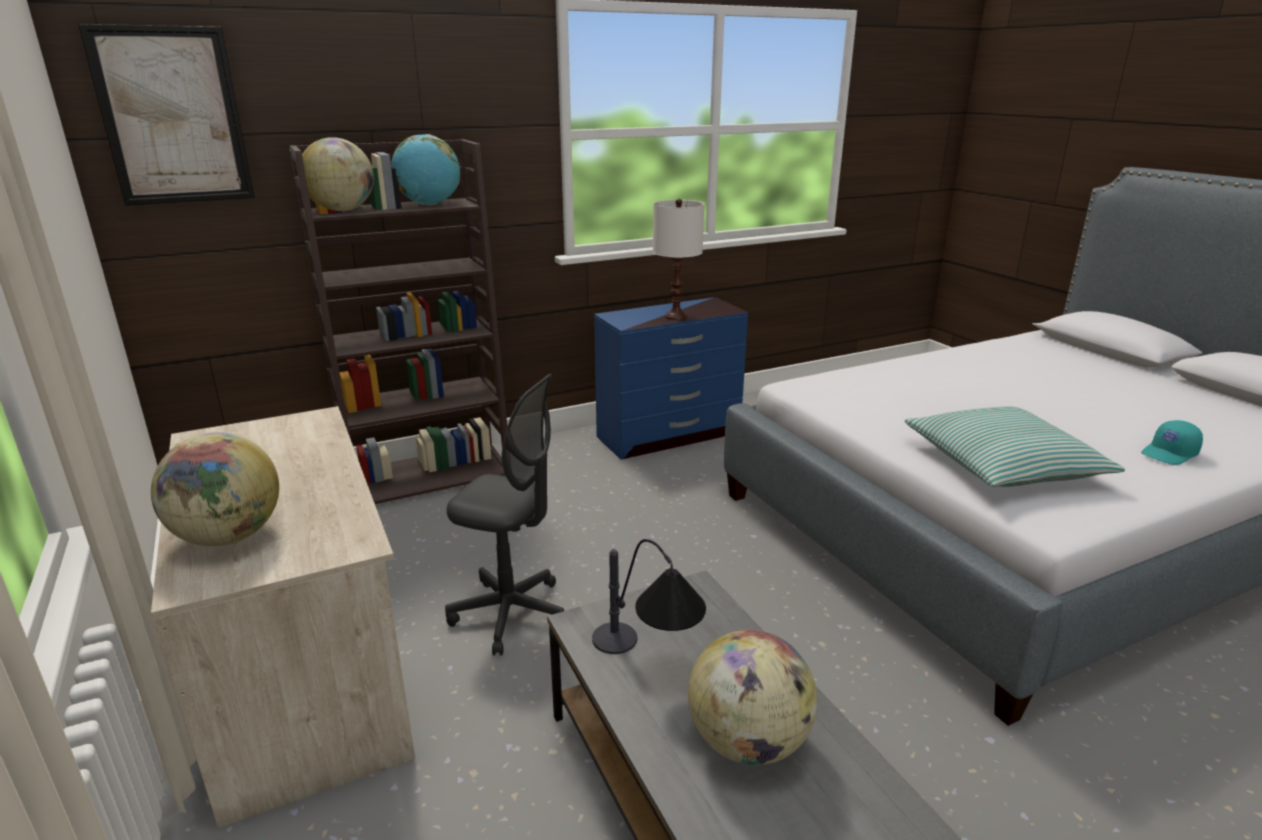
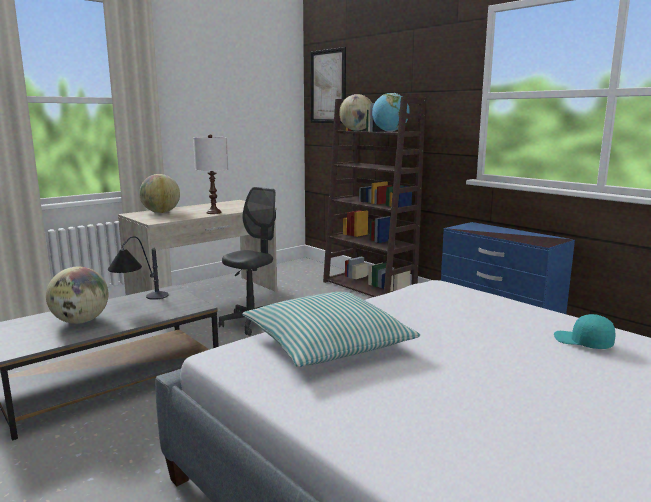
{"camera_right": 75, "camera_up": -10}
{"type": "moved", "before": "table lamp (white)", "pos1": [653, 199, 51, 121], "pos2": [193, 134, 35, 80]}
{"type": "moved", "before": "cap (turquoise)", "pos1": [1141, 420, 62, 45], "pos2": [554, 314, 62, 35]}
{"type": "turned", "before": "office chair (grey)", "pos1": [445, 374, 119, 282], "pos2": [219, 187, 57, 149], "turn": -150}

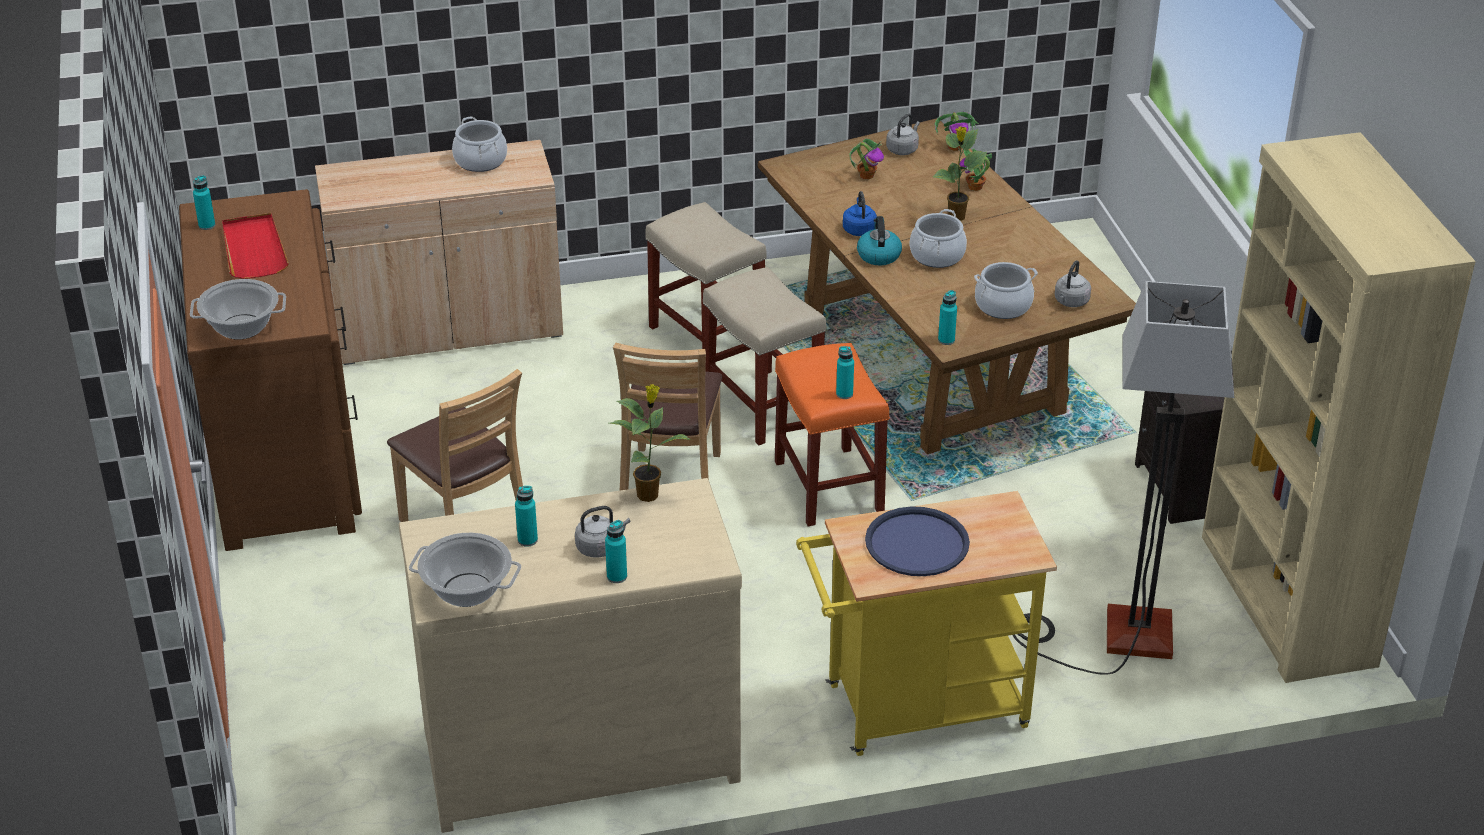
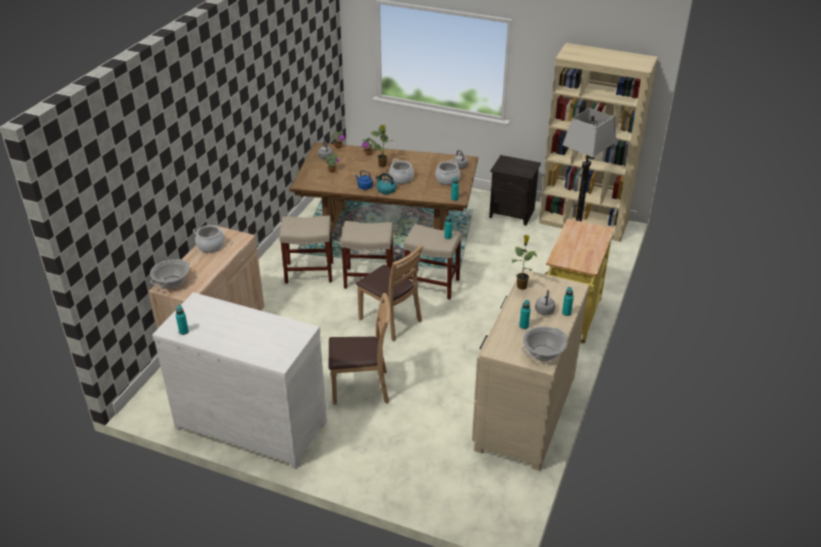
{"camera_right": -55, "camera_up": 0}
{"type": "removed", "before": "tray (red)", "pos1": [222, 213, 67, 66]}
{"type": "removed", "before": "tray (blue)", "pos1": [865, 506, 105, 70]}
{"type": "moved", "before": "cooking pot", "pos1": [190, 279, 96, 61], "pos2": [150, 259, 40, 30]}
{"type": "recoloured", "before": "dresser (brown)", "after": "dresser (white)", "pos1": [179, 189, 183, 362], "pos2": [152, 292, 175, 177]}
{"type": "recoloured", "before": "stool (orange)", "after": "stool (beige)", "pos1": [775, 343, 115, 183], "pos2": [404, 224, 58, 76]}

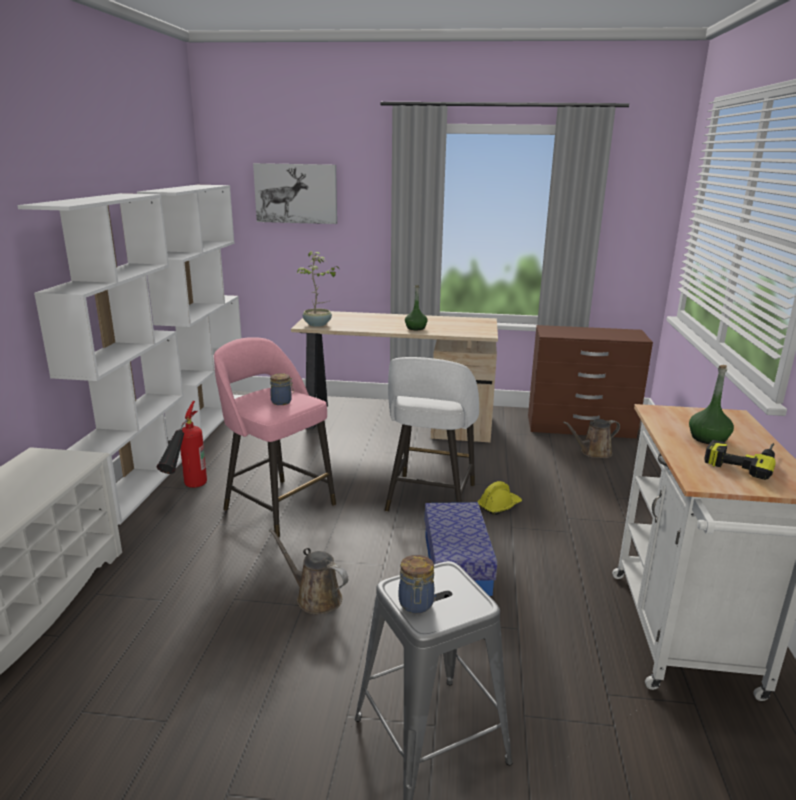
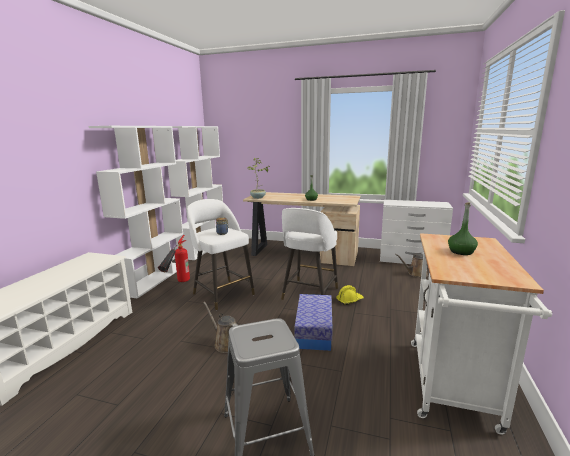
{"camera_right": 10, "camera_up": -5}
{"type": "removed", "before": "picture", "pos1": [253, 163, 84, 61]}
{"type": "removed", "before": "jar", "pos1": [399, 555, 35, 59]}
{"type": "removed", "before": "power drill", "pos1": [704, 440, 72, 40]}
{"type": "recoloured", "before": "stool (pink)", "after": "stool (white)", "pos1": [214, 337, 122, 200], "pos2": [187, 199, 68, 111]}
{"type": "recoloured", "before": "dresser (brown)", "after": "dresser (white)", "pos1": [528, 325, 125, 114], "pos2": [380, 200, 73, 64]}

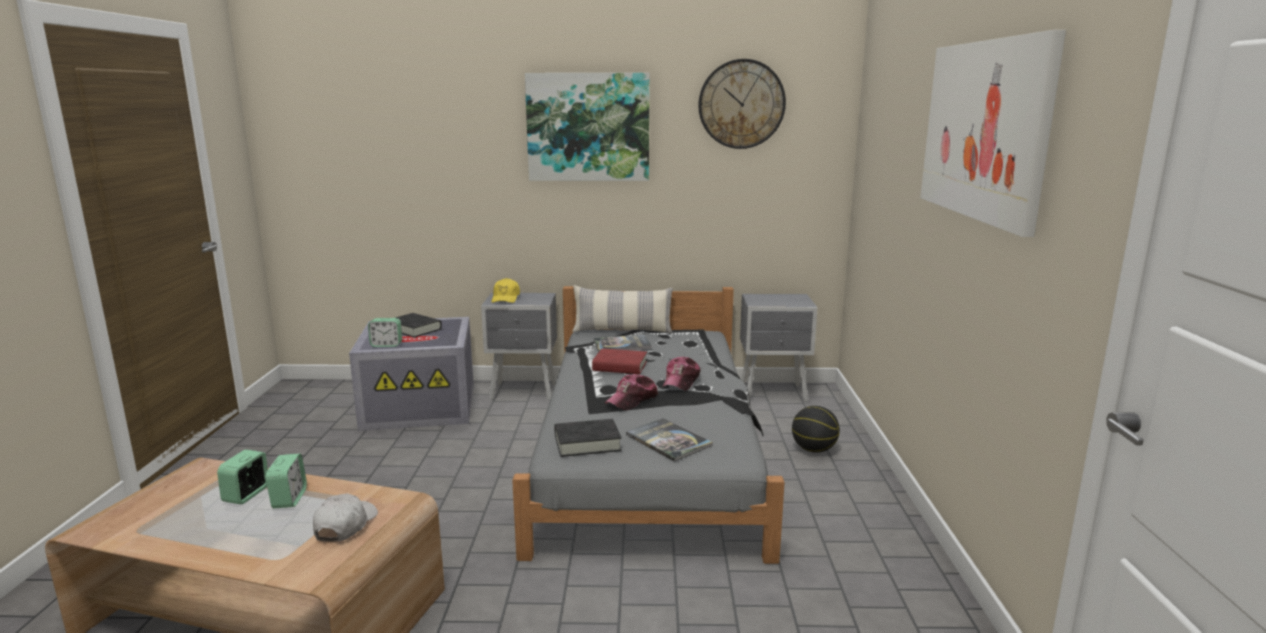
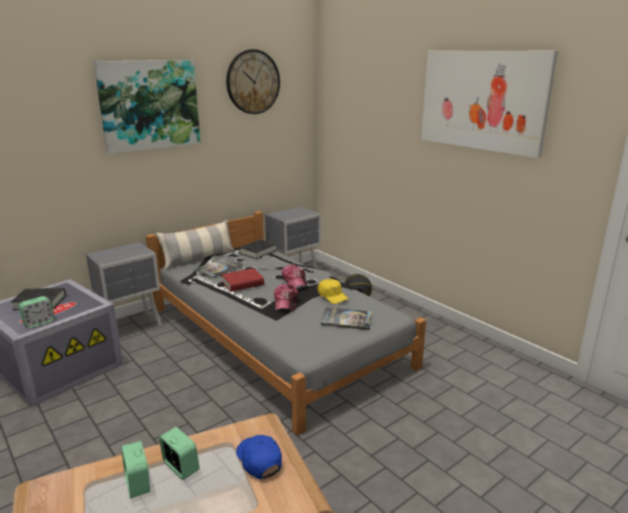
{"camera_right": -40, "camera_up": 5}
{"type": "moved", "before": "cap (yellow)", "pos1": [491, 278, 29, 25], "pos2": [318, 279, 31, 25]}
{"type": "moved", "before": "book (black)", "pos1": [554, 419, 68, 38], "pos2": [239, 239, 38, 20]}
{"type": "recoloured", "before": "cap (white)", "after": "cap (blue)", "pos1": [313, 494, 65, 48], "pos2": [236, 435, 46, 44]}

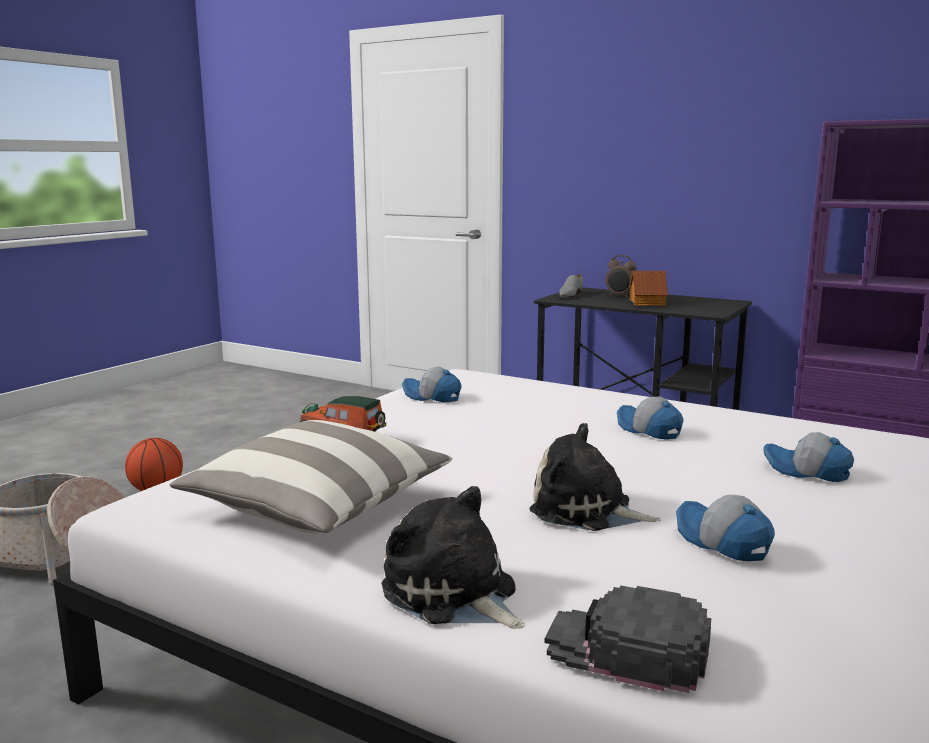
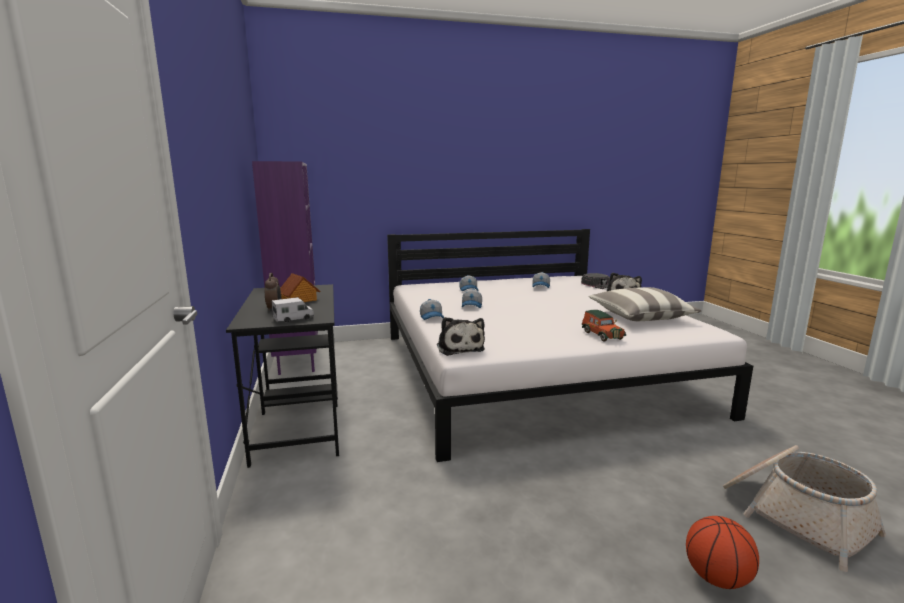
{"camera_right": -135, "camera_up": 0}
{"type": "moved", "before": "cap", "pos1": [402, 367, 60, 35], "pos2": [420, 299, 24, 21]}
{"type": "moved", "before": "plush toy", "pos1": [529, 423, 132, 108], "pos2": [437, 317, 48, 39]}
{"type": "replaced", "before": "shoe (grey)", "after": "toy truck", "pos1": [559, 275, 24, 23], "pos2": [272, 297, 42, 26]}

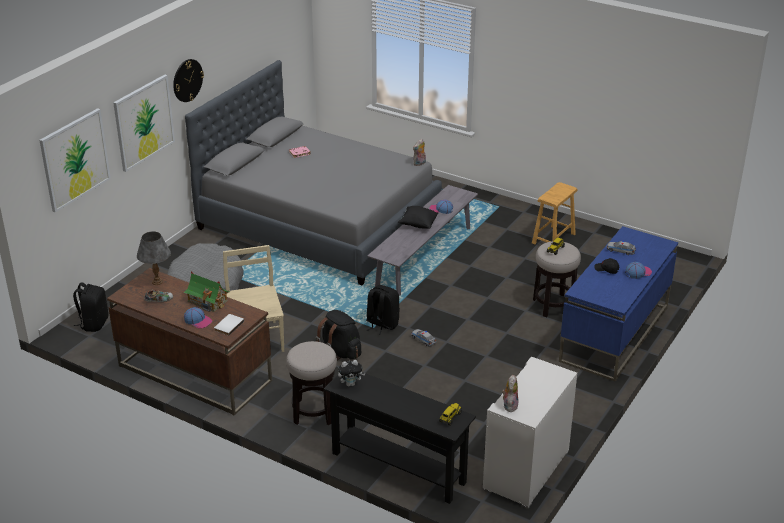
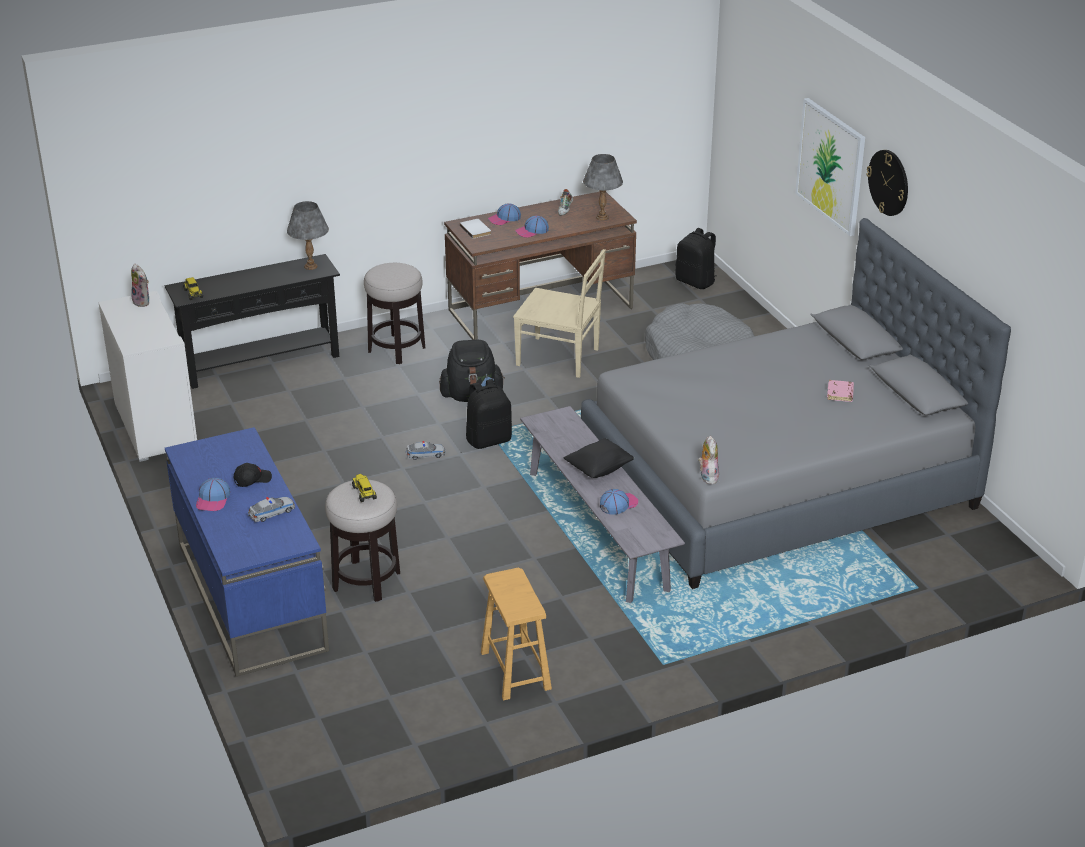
{"camera_right": 125, "camera_up": 0}
{"type": "removed", "before": "picture", "pos1": [39, 108, 72, 104]}
{"type": "replaced", "before": "toy house", "after": "cap", "pos1": [184, 271, 45, 41], "pos2": [515, 216, 34, 22]}
{"type": "replaced", "before": "plush toy", "after": "table lamp (grey)", "pos1": [338, 360, 27, 27], "pos2": [287, 201, 42, 69]}

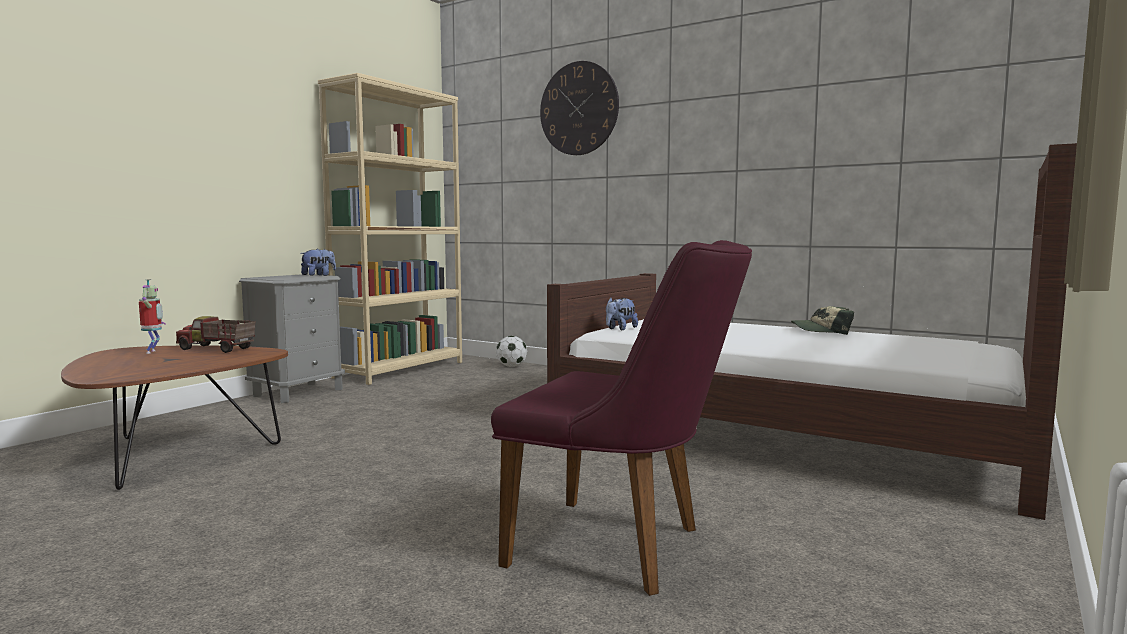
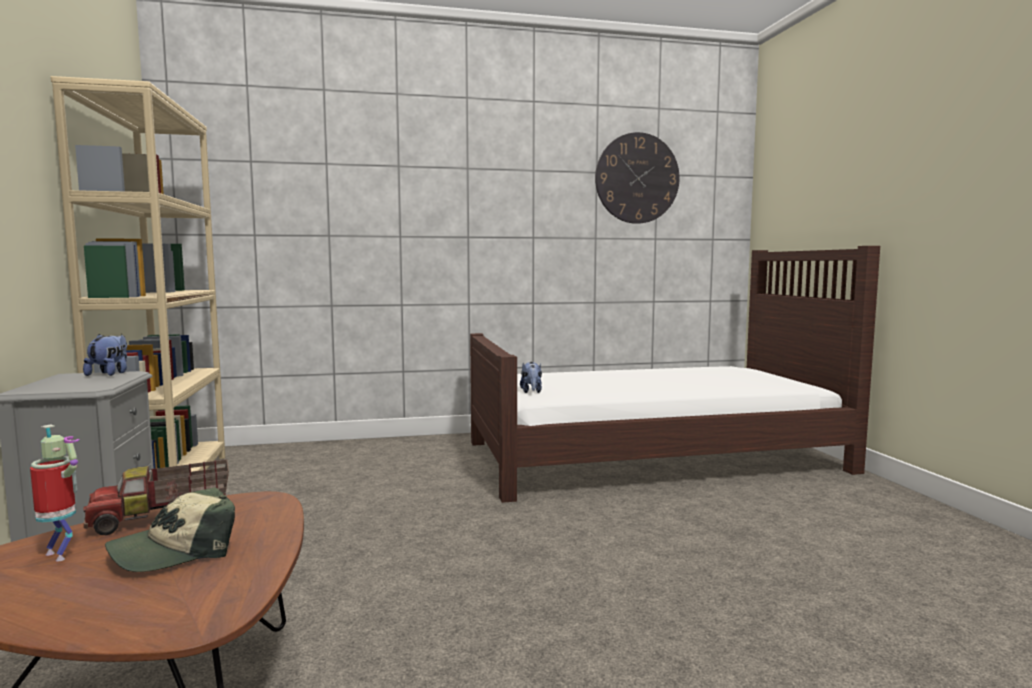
{"camera_right": -45, "camera_up": 0}
{"type": "removed", "before": "chair (purple)", "pos1": [491, 240, 261, 356]}
{"type": "removed", "before": "football", "pos1": [496, 336, 31, 31]}
{"type": "moved", "before": "wall clock", "pos1": [540, 61, 79, 94], "pos2": [595, 132, 84, 92]}
{"type": "moved", "before": "cap", "pos1": [791, 306, 63, 29], "pos2": [105, 487, 130, 85]}

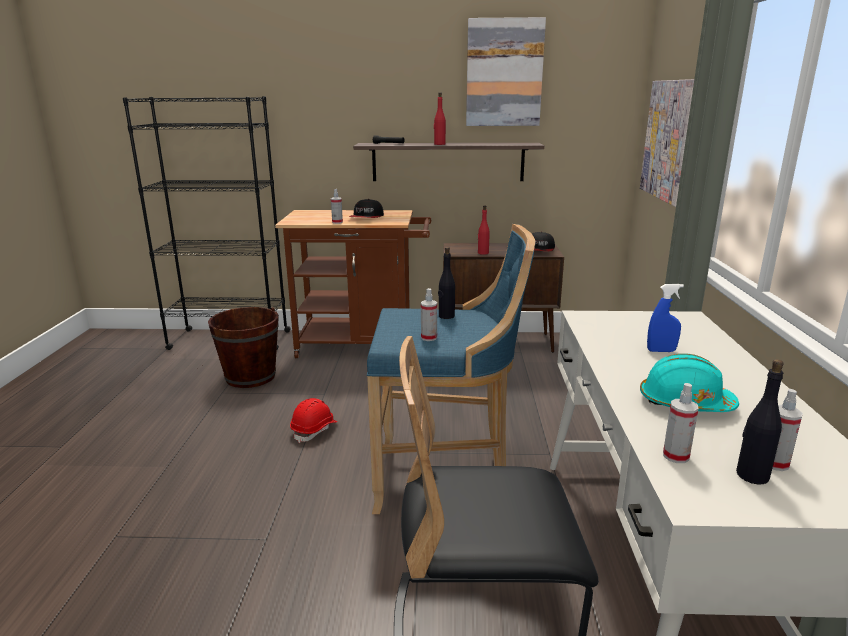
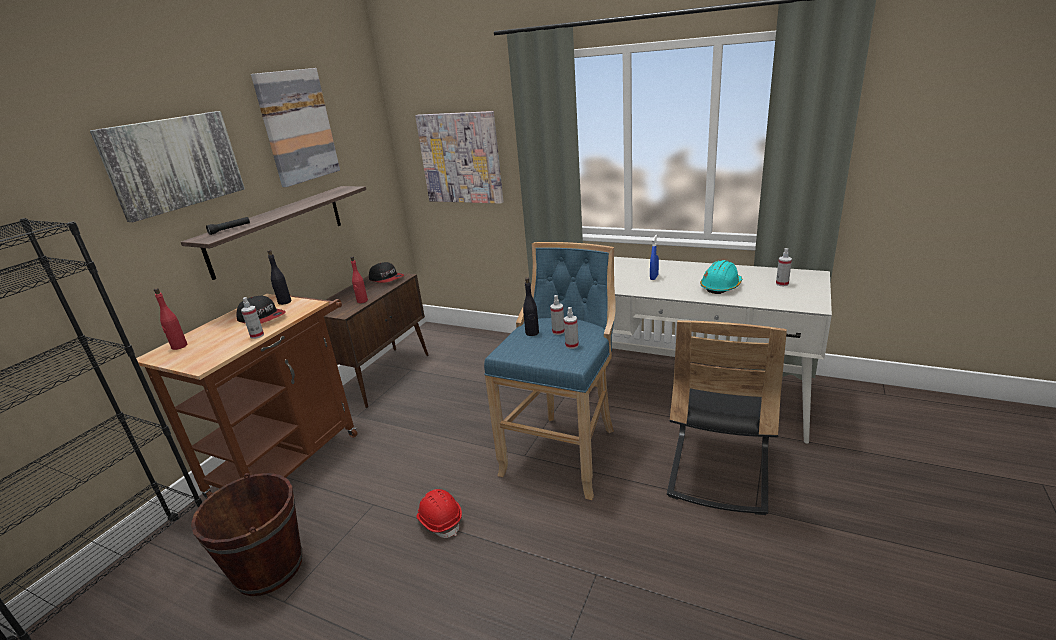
{"camera_right": -65, "camera_up": 5}
{"type": "added", "after": "picture", "pos2": [90, 111, 155, 111]}
{"type": "moved", "before": "bottle (red)", "pos1": [434, 92, 12, 53], "pos2": [154, 288, 34, 62]}
{"type": "moved", "before": "spray bottle", "pos1": [663, 383, 36, 80], "pos2": [550, 295, 15, 40]}
{"type": "moved", "before": "bottle (black)", "pos1": [736, 359, 48, 125], "pos2": [267, 250, 24, 55]}

